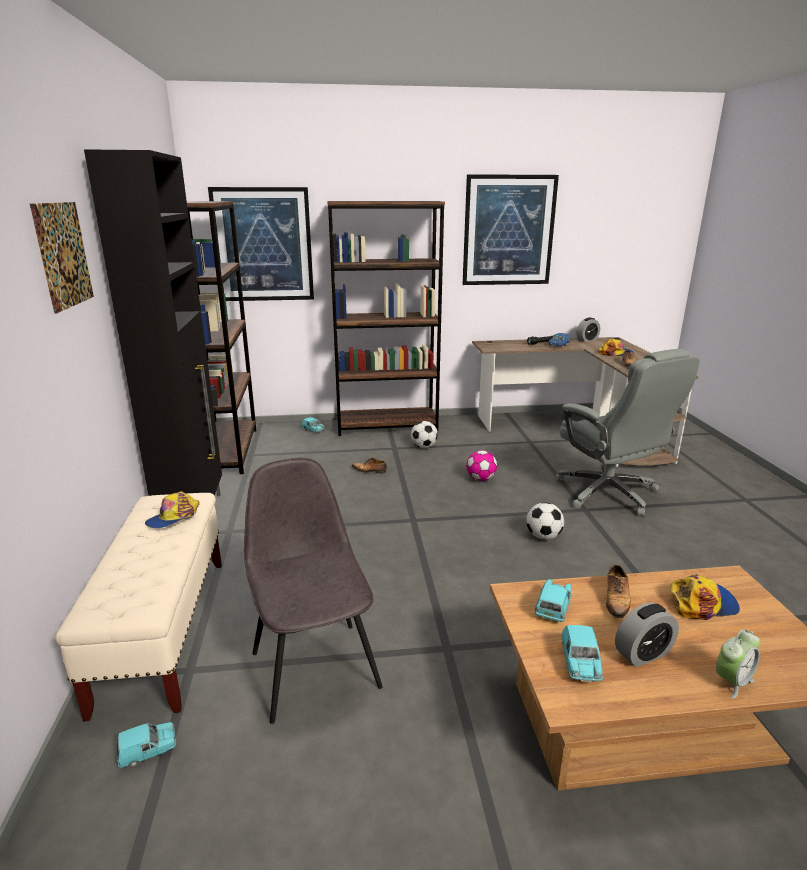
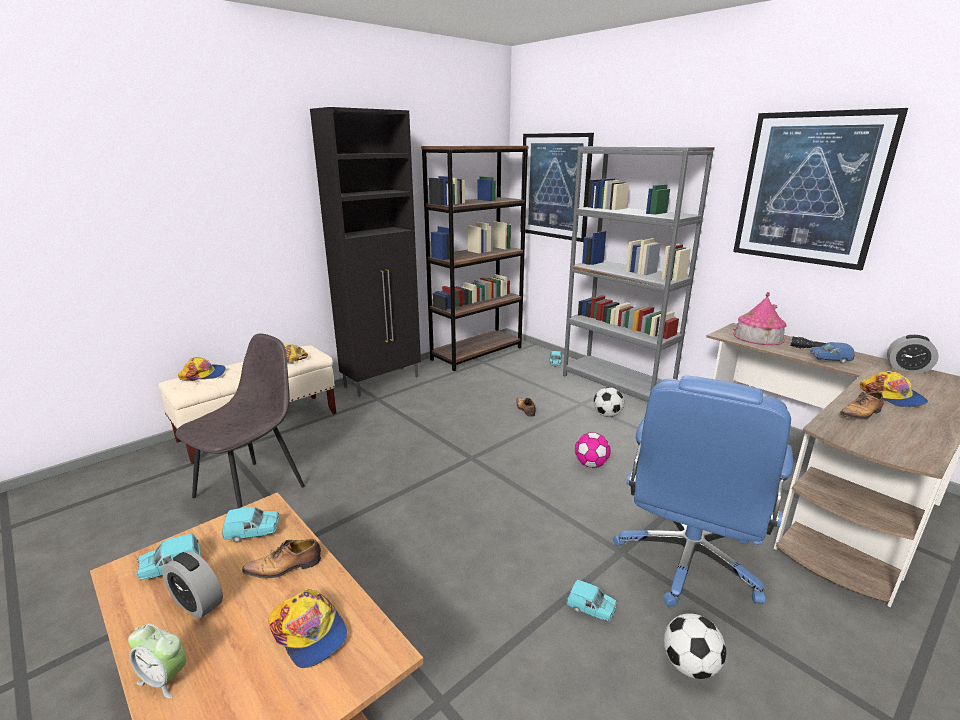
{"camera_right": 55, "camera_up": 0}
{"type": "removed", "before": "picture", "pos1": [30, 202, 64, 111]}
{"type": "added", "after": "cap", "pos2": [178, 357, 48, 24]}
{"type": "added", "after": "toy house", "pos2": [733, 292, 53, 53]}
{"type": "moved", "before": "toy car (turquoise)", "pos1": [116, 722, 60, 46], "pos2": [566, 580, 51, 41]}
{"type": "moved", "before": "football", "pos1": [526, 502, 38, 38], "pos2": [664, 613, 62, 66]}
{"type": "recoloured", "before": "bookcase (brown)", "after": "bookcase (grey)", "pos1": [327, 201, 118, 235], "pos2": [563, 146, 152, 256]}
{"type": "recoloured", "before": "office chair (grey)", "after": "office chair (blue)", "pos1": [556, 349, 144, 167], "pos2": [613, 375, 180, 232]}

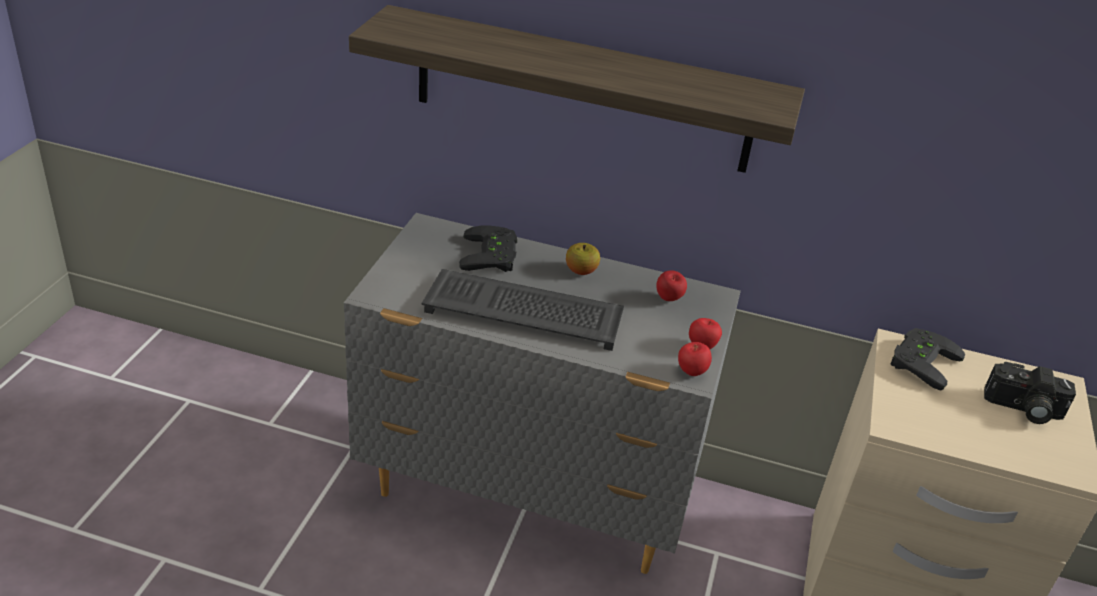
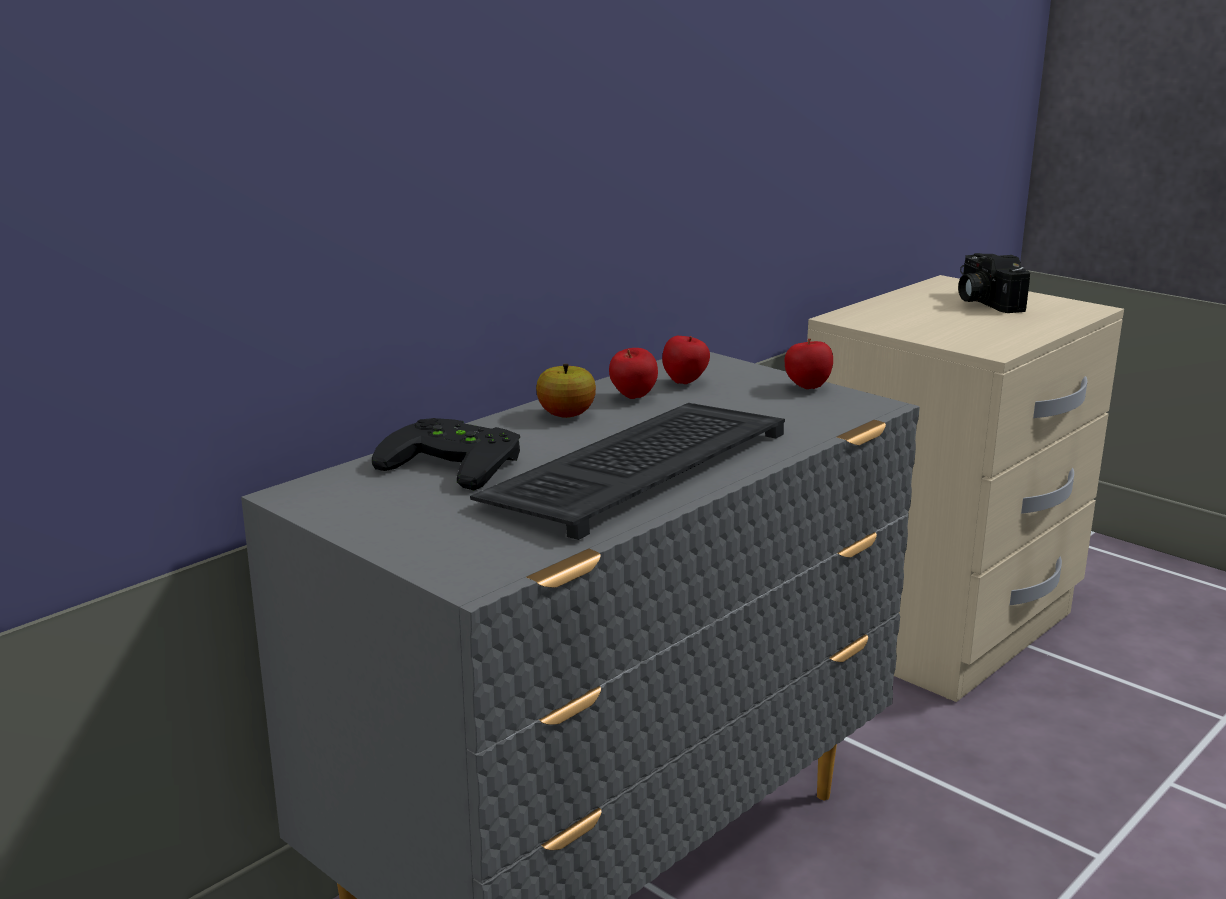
{"camera_right": -60, "camera_up": -15}
{"type": "removed", "before": "shelf", "pos1": [349, 5, 456, 168]}
{"type": "removed", "before": "game controller (black)", "pos1": [890, 328, 75, 63]}
{"type": "moved", "before": "apple", "pos1": [678, 342, 34, 34], "pos2": [609, 348, 49, 51]}
{"type": "turned", "before": "photo camera", "pos1": [984, 362, 92, 62], "pos2": [958, 253, 72, 60], "turn": 120}

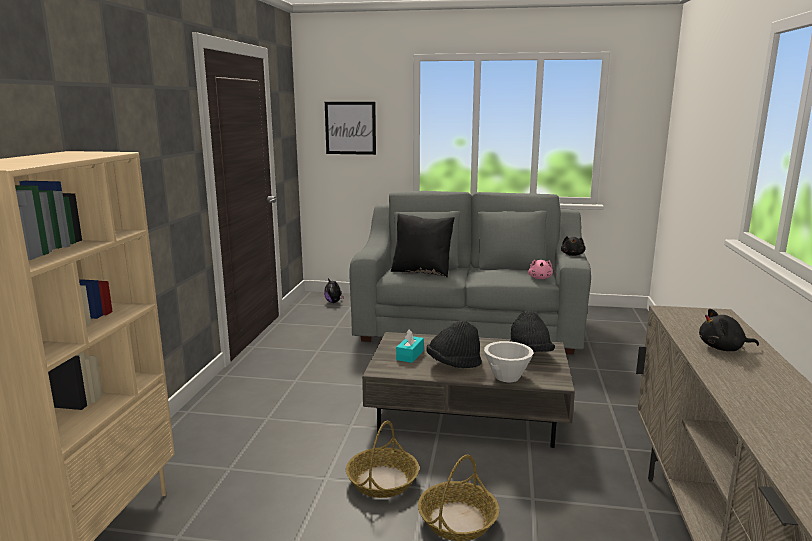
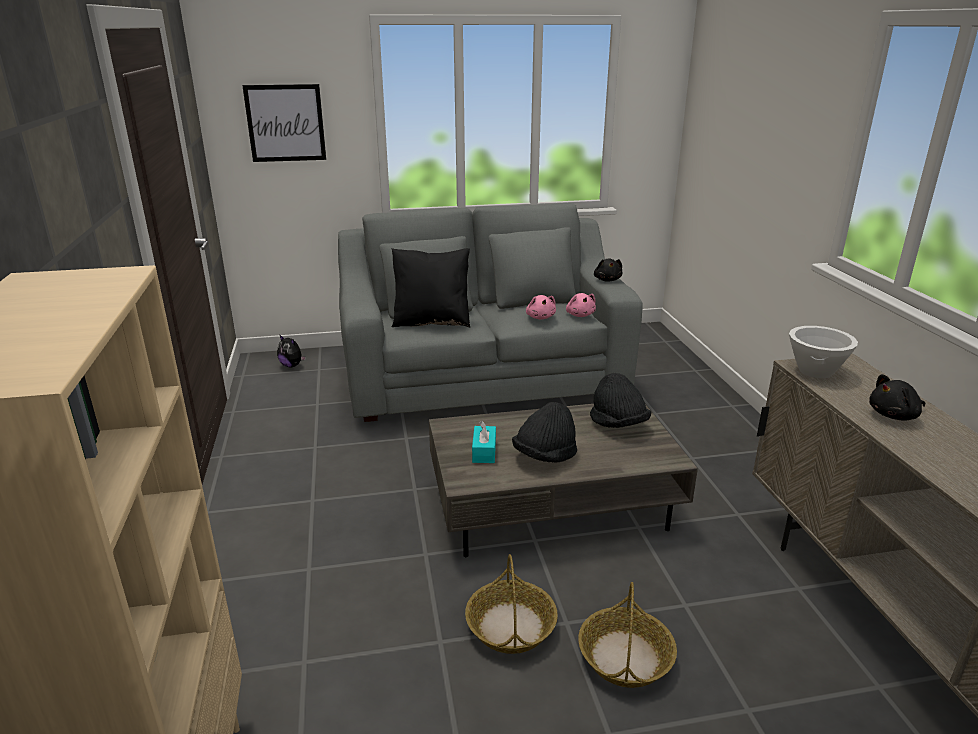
{"camera_right": -20, "camera_up": 10}
{"type": "added", "after": "plush toy (pink)", "pos2": [526, 295, 30, 24]}
{"type": "moved", "before": "bowl (white)", "pos1": [484, 341, 49, 41], "pos2": [789, 326, 69, 52]}

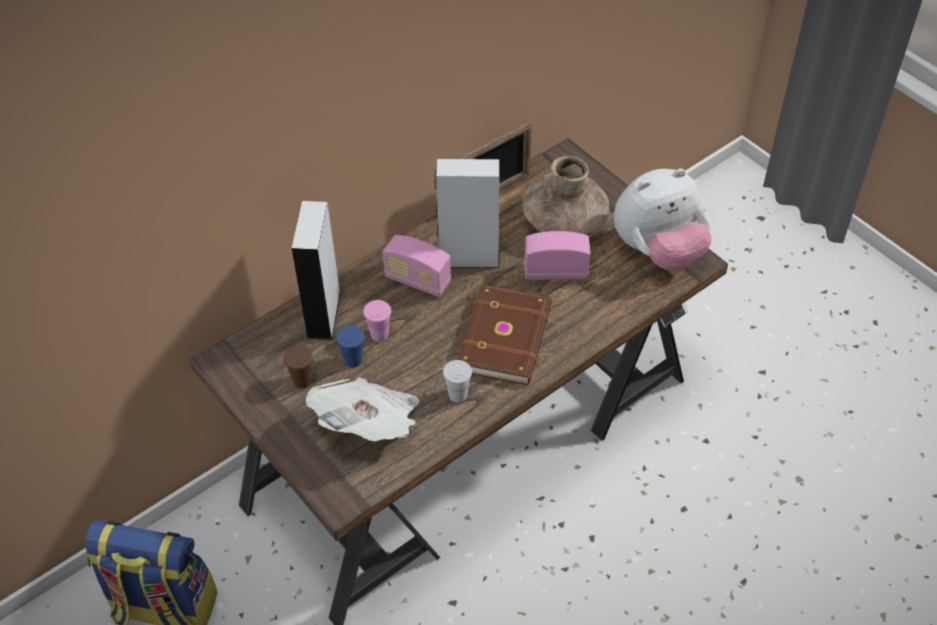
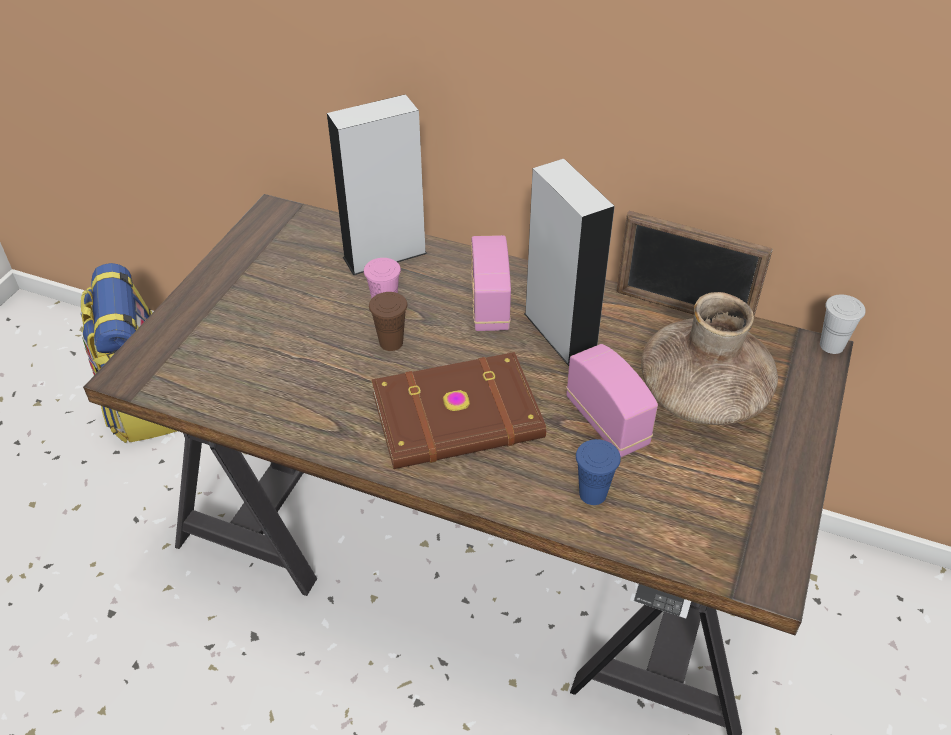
{"camera_right": 60, "camera_up": -5}
{"type": "removed", "before": "newspaper", "pos1": [306, 377, 113, 64]}
{"type": "removed", "before": "plush toy", "pos1": [613, 169, 98, 102]}
{"type": "moved", "before": "cup (brown)", "pos1": [284, 346, 29, 42], "pos2": [369, 292, 38, 59]}
{"type": "moved", "before": "cup (blue)", "pos1": [336, 325, 29, 43], "pos2": [576, 439, 45, 66]}
{"type": "moved", "before": "cup (white)", "pos1": [443, 360, 29, 43], "pos2": [820, 294, 46, 60]}

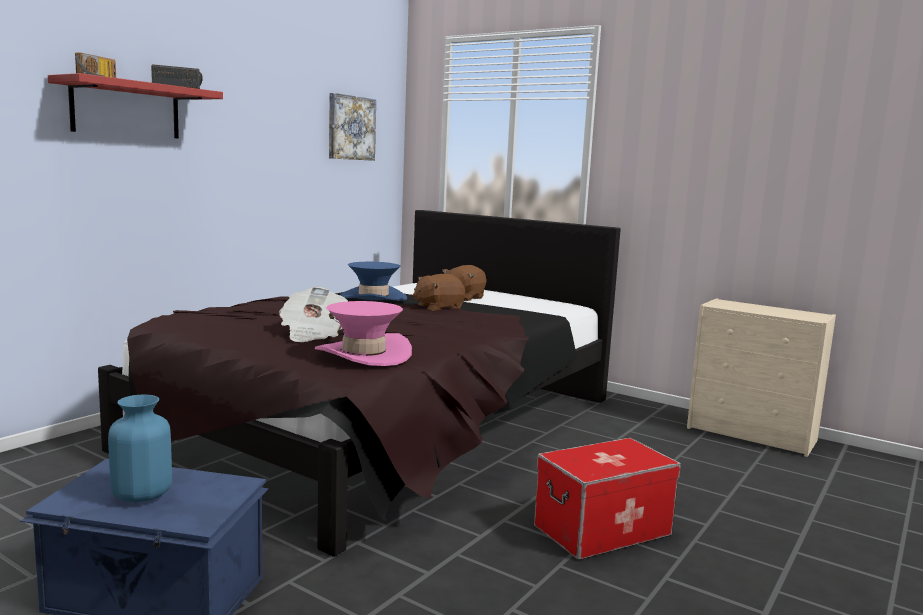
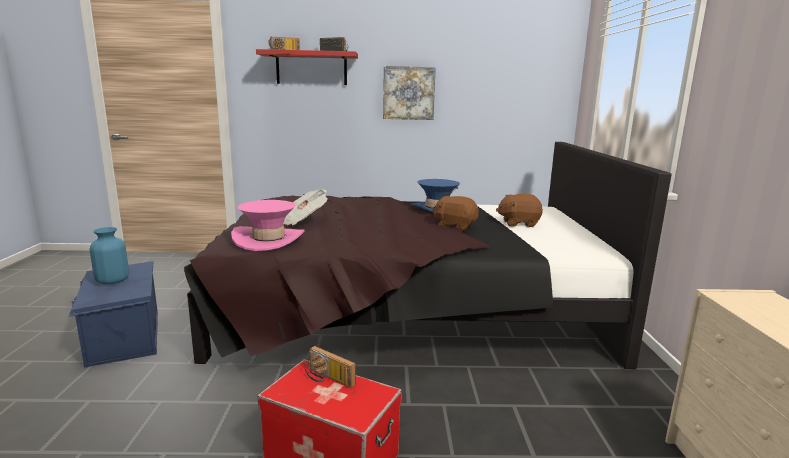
{"camera_right": 55, "camera_up": 5}
{"type": "added", "after": "radio", "pos2": [305, 346, 51, 42]}
{"type": "moved", "before": "picture", "pos1": [329, 93, 47, 68], "pos2": [383, 66, 53, 54]}

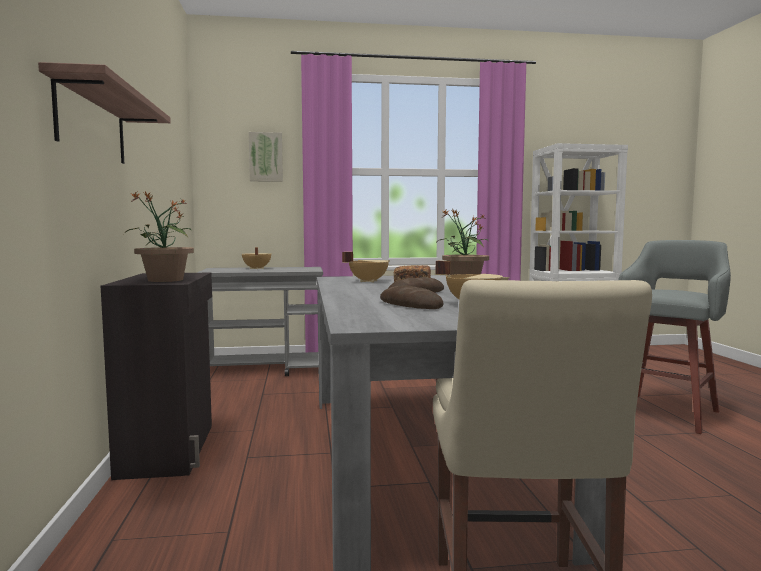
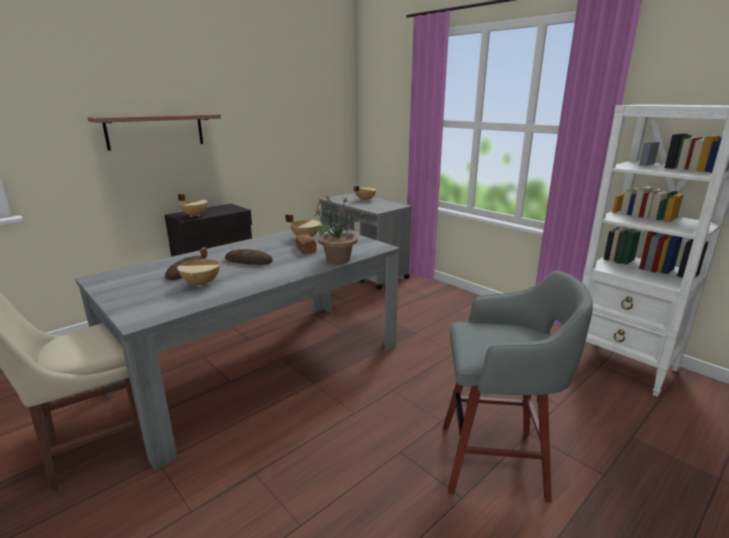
{"camera_right": 55, "camera_up": 15}
{"type": "removed", "before": "picture", "pos1": [249, 132, 34, 50]}
{"type": "replaced", "before": "potted plant", "after": "cooking pot (beige)", "pos1": [124, 191, 70, 91], "pos2": [178, 194, 30, 23]}

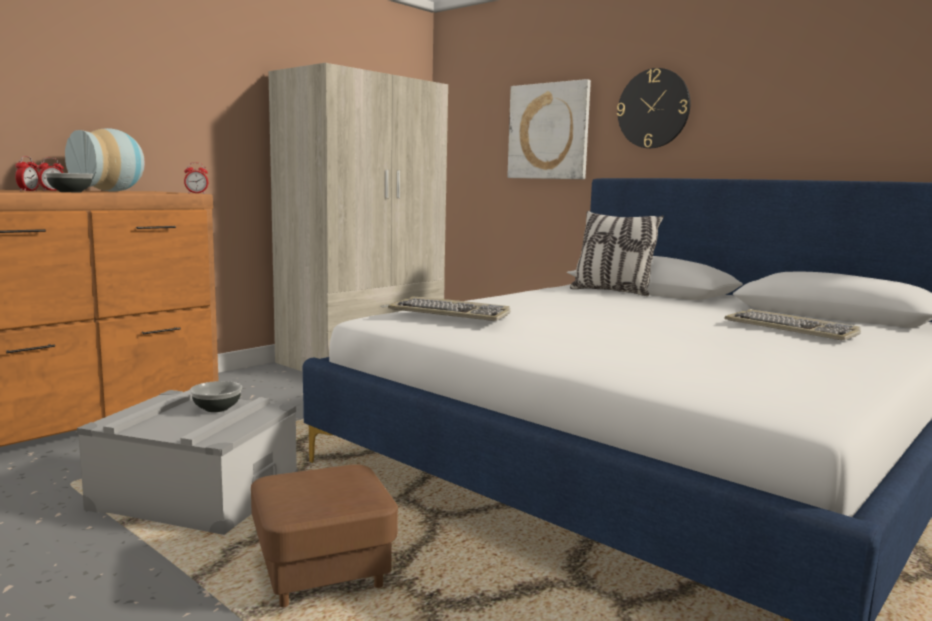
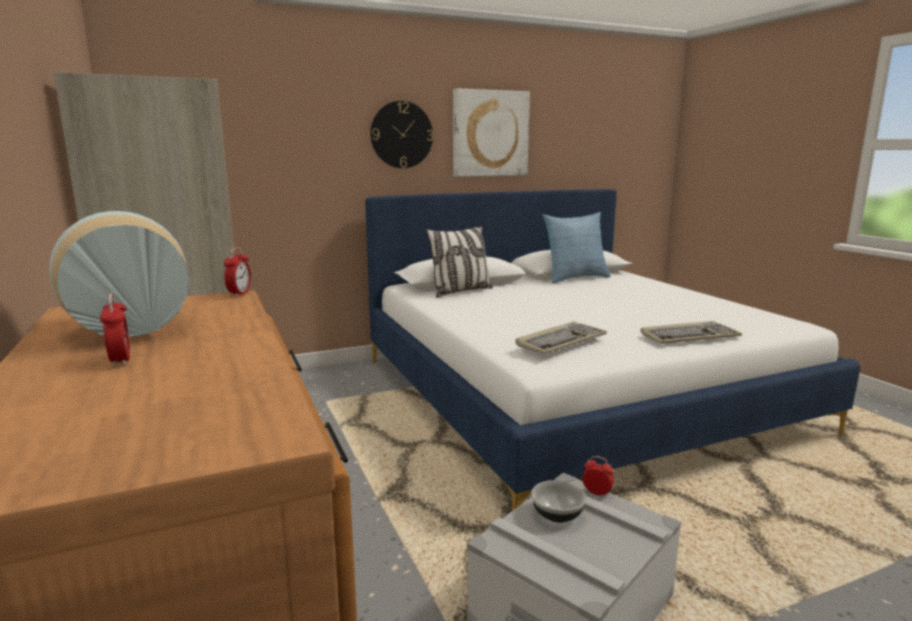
{"camera_right": -65, "camera_up": 5}
{"type": "removed", "before": "bowl", "pos1": [45, 173, 48, 19]}
{"type": "removed", "before": "ottoman (brown)", "pos1": [251, 464, 147, 143]}
{"type": "added", "after": "pillow", "pos2": [542, 212, 69, 72]}
{"type": "moved", "before": "alarm clock", "pos1": [15, 156, 25, 35], "pos2": [582, 456, 32, 42]}
{"type": "moved", "before": "picture", "pos1": [507, 79, 84, 100], "pos2": [453, 88, 77, 89]}
{"type": "moved", "before": "keyboard", "pos1": [725, 309, 136, 31], "pos2": [641, 321, 101, 23]}

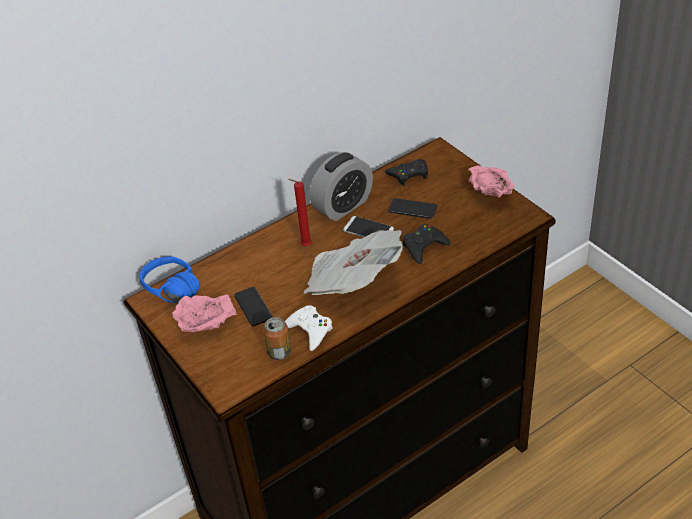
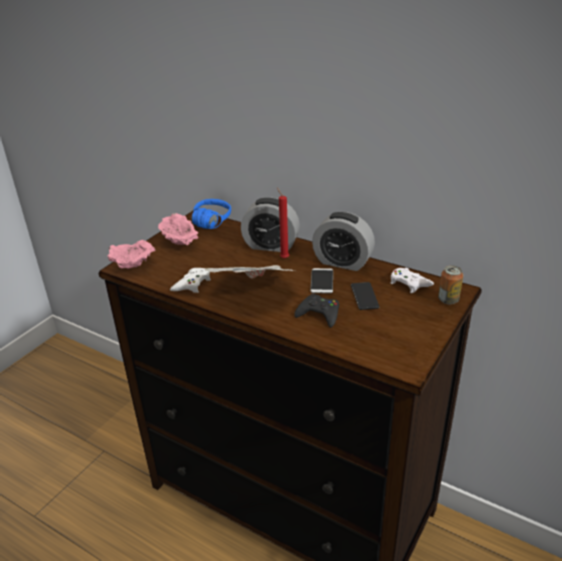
{"camera_right": 65, "camera_up": -10}
{"type": "removed", "before": "phone", "pos1": [234, 287, 39, 39]}
{"type": "added", "after": "alarm clock", "pos2": [241, 197, 59, 55]}
{"type": "moved", "before": "can", "pos1": [263, 317, 28, 43], "pos2": [438, 265, 25, 39]}
{"type": "moved", "before": "bowl (pink)", "pos1": [468, 165, 46, 32], "pos2": [108, 240, 48, 29]}
{"type": "recoloured", "before": "game controller (black)", "after": "game controller (white)", "pos1": [385, 159, 43, 27], "pos2": [391, 268, 43, 25]}

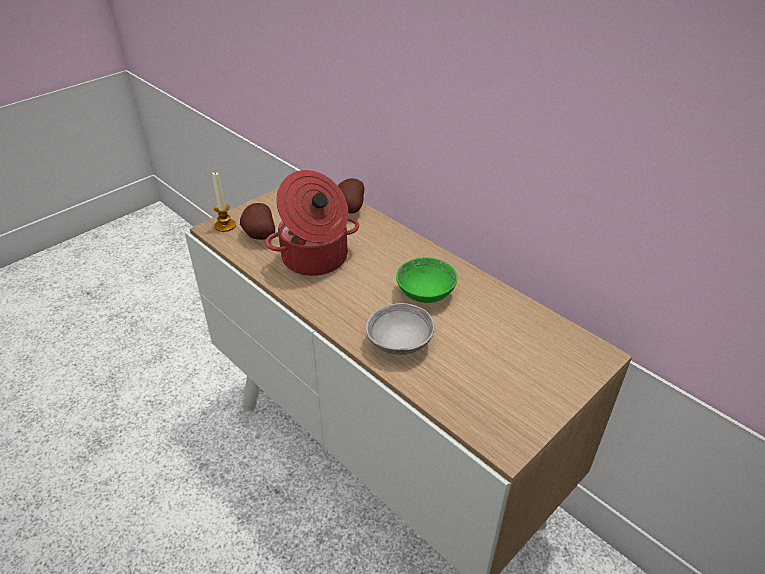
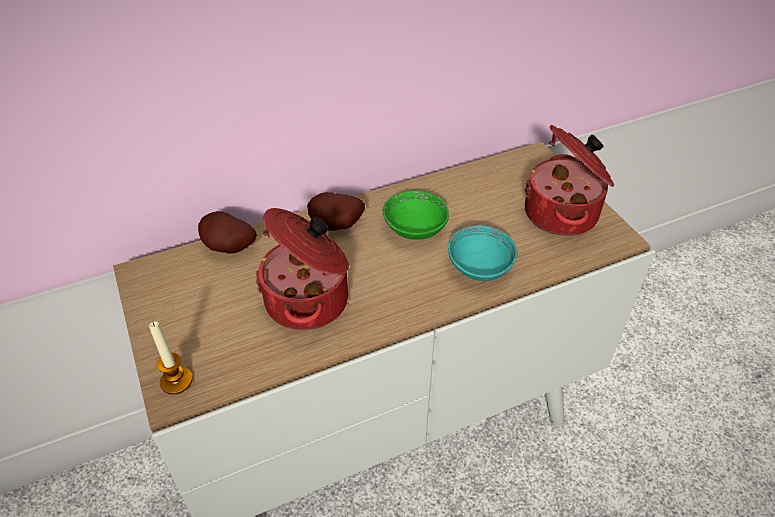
{"camera_right": -70, "camera_up": 5}
{"type": "added", "after": "cooking pot", "pos2": [524, 125, 90, 111]}
{"type": "moved", "before": "potato", "pos1": [240, 203, 35, 37], "pos2": [307, 192, 58, 39]}
{"type": "recoloured", "before": "bowl (grey)", "after": "bowl (turquoise)", "pos1": [366, 303, 69, 52], "pos2": [448, 225, 70, 56]}

